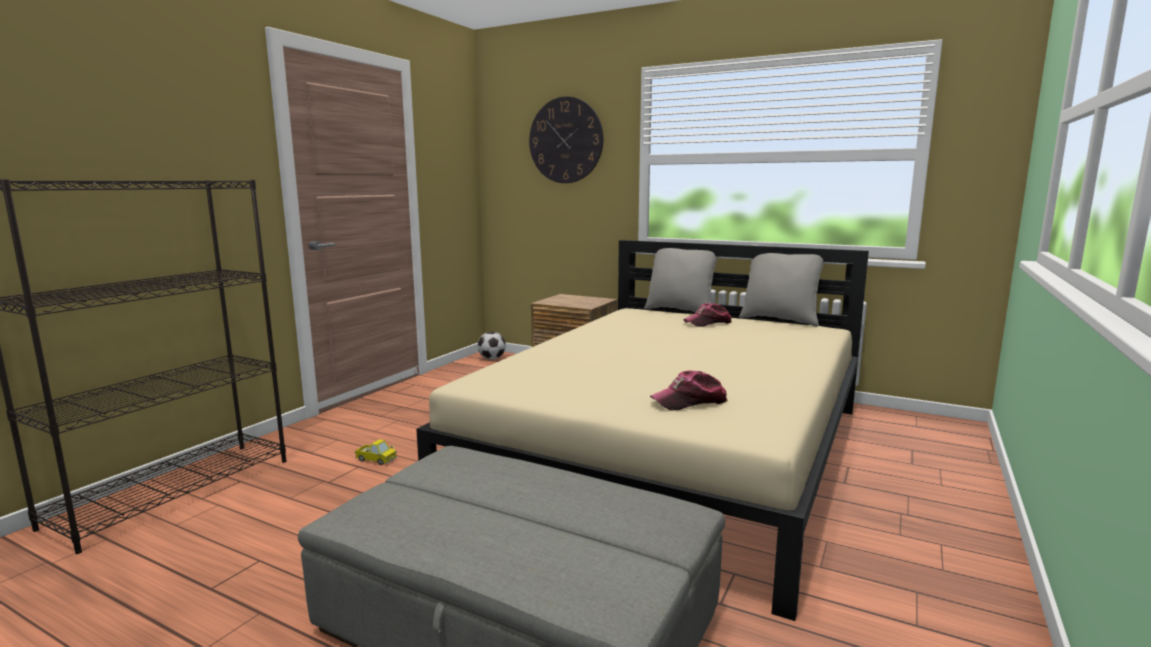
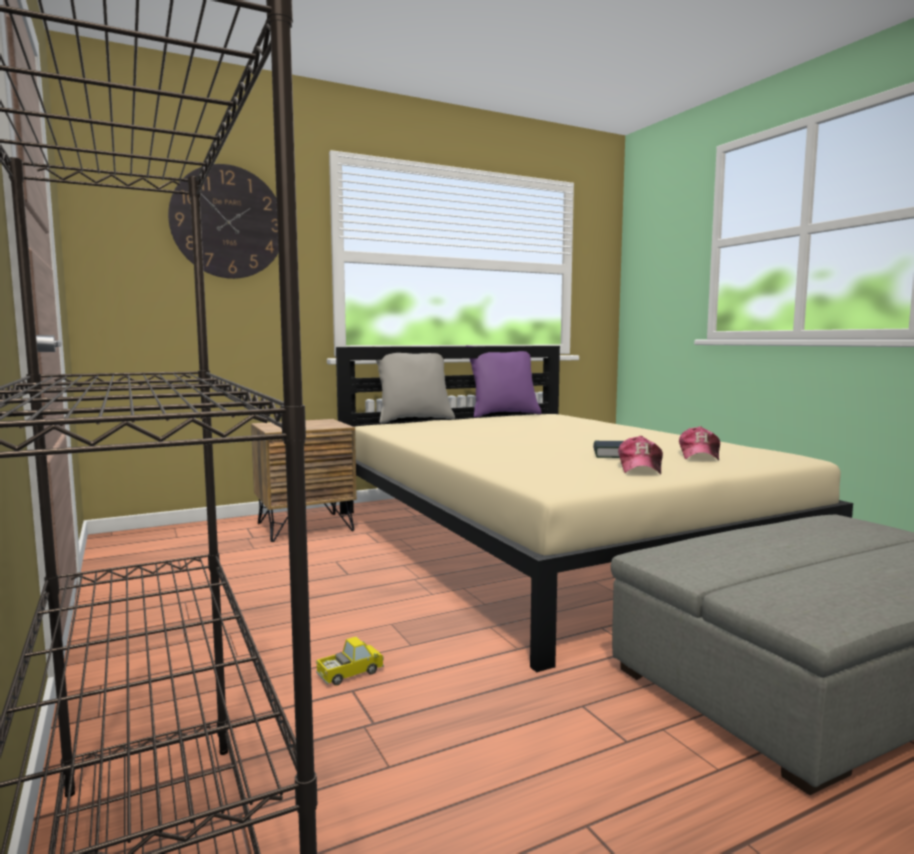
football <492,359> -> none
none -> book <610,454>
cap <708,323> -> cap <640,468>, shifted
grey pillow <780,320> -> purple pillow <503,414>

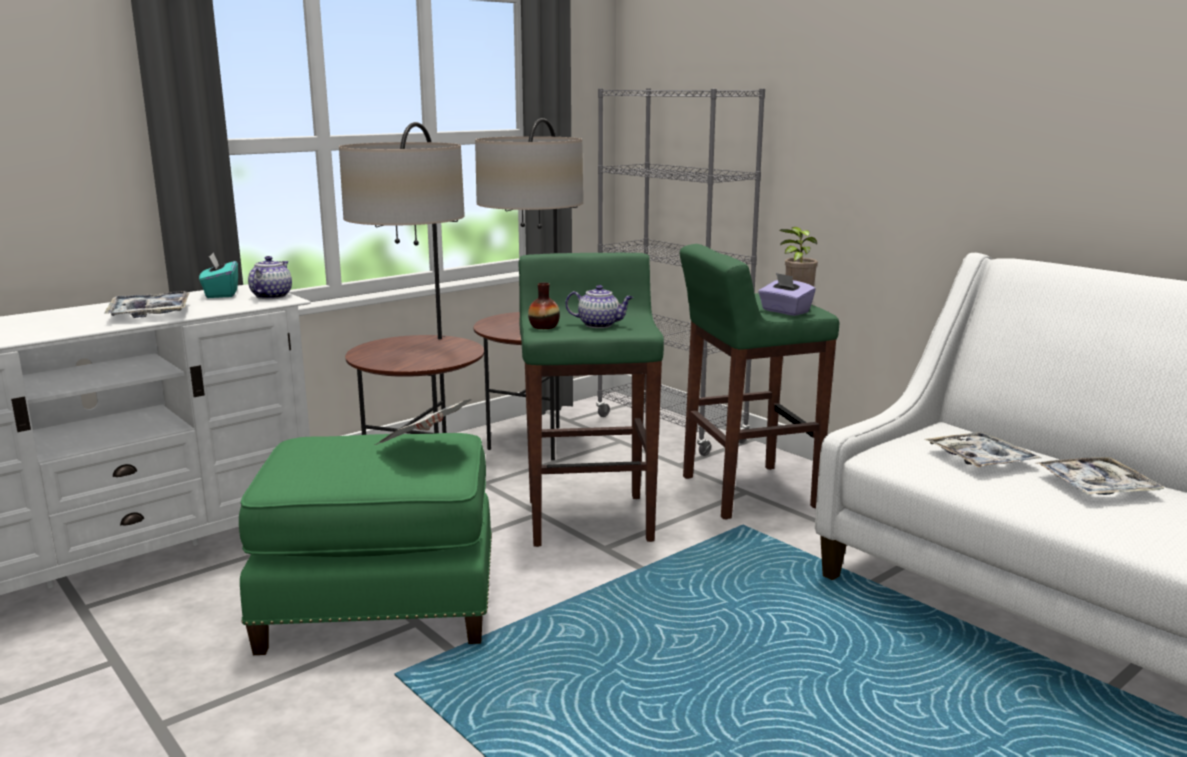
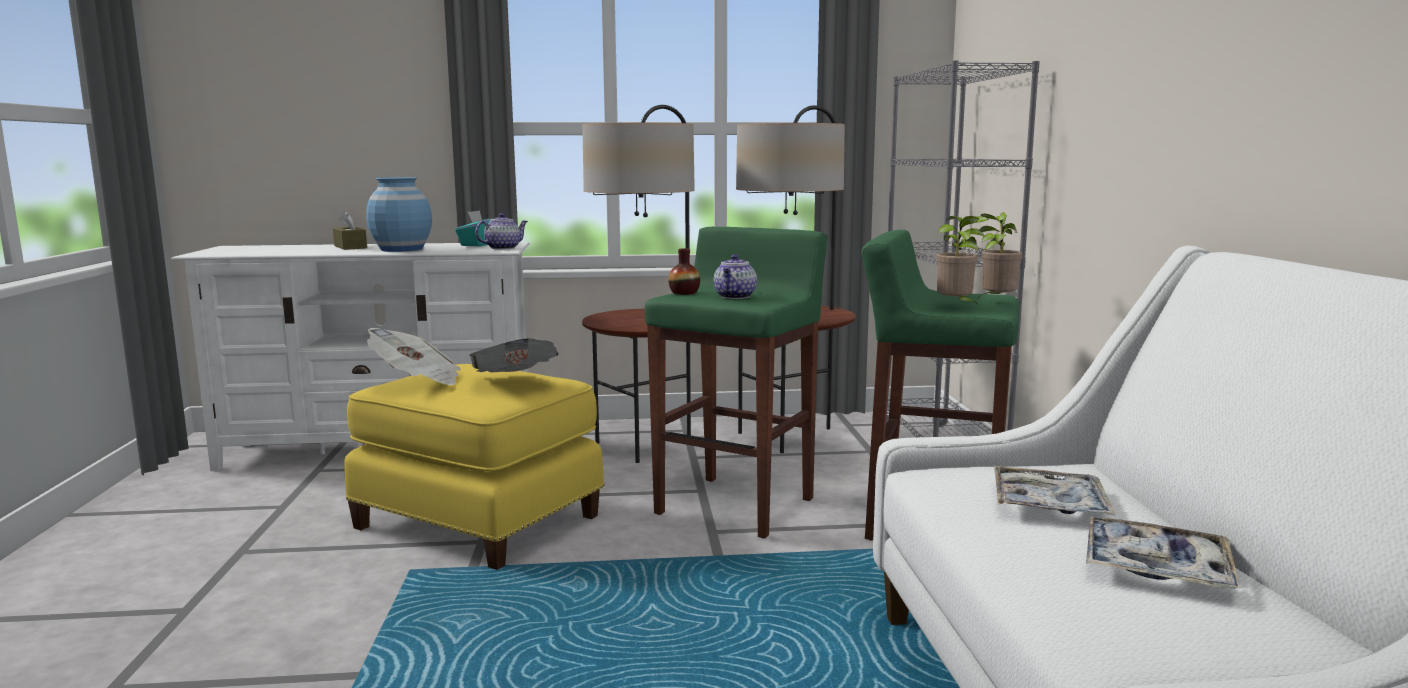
none -> brown tissue box <350,247>
none -> newspaper <417,380>
tray <150,313> -> blue vase <401,249>
purple tissue box <785,311> -> potted plant <956,307>
green ottoman <380,603> -> yellow ottoman <480,520>
teapot <600,325> -> teapot <735,297>, 60 degrees clockwise

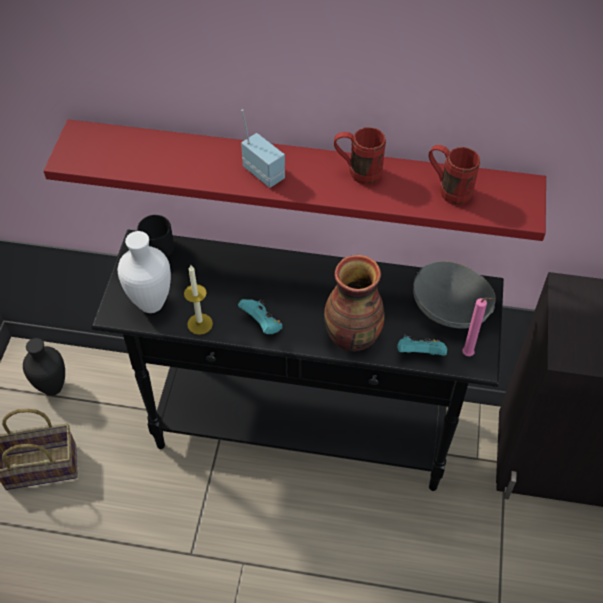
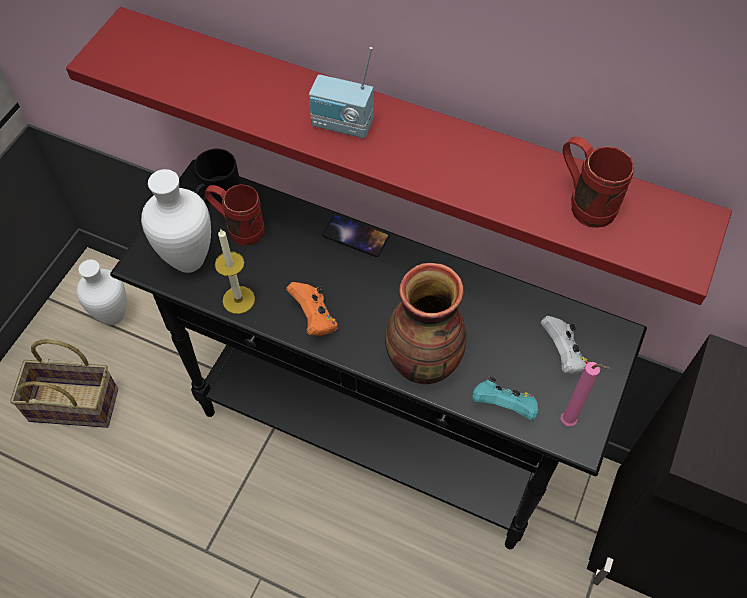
none -> phone <356,236>
red mug <357,173> -> red mug <238,228>, shifted
grey bowl <450,309> -> white game controller <562,355>
black vase <53,389> -> white vase <113,318>
turquoise game controller <262,324> -> orange game controller <314,318>
radio <265,172> -> radio <342,126>, 135 degrees clockwise

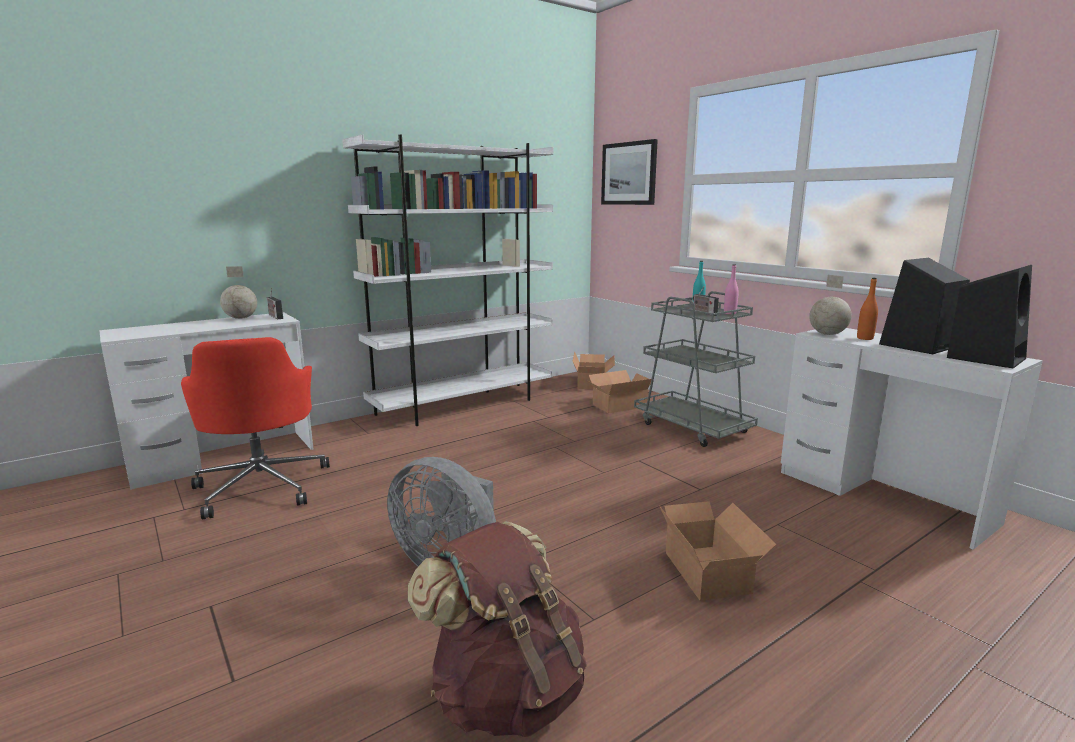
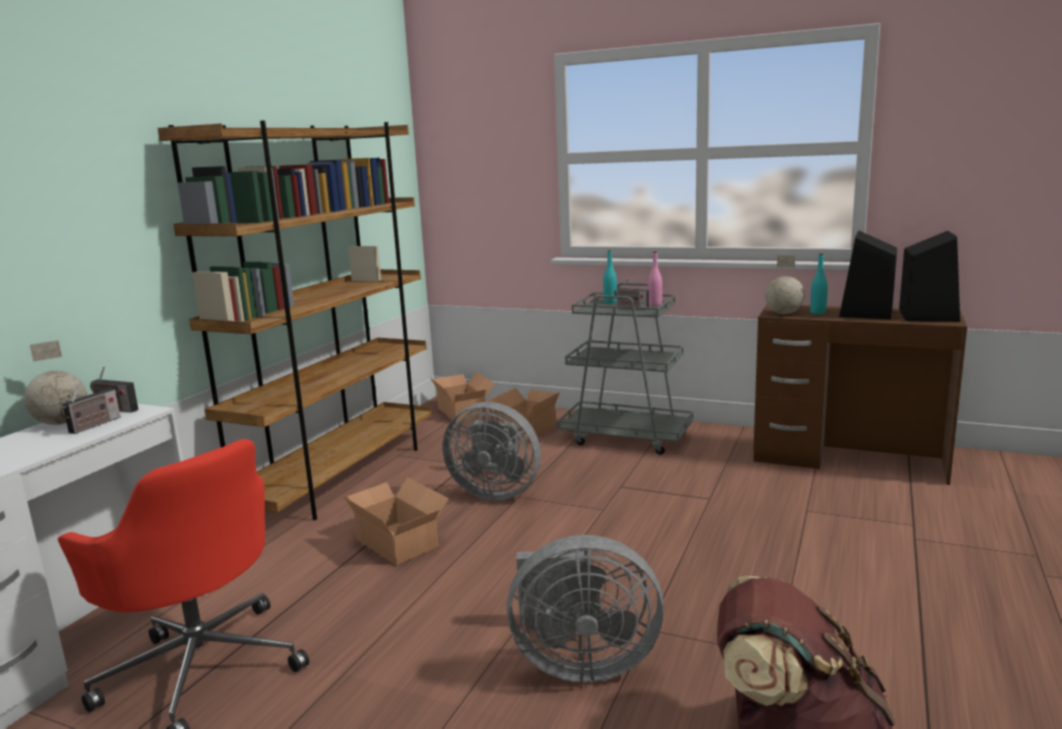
picture <629,173> -> none
none -> radio <93,426>
none -> grey fan <495,492>
cardboard box <709,570> -> cardboard box <399,541>, shifted
white bookcase <464,405> -> brown bookcase <342,476>
white desk <882,496> -> brown desk <848,460>
orange bottle <865,338> -> turquoise bottle <818,312>

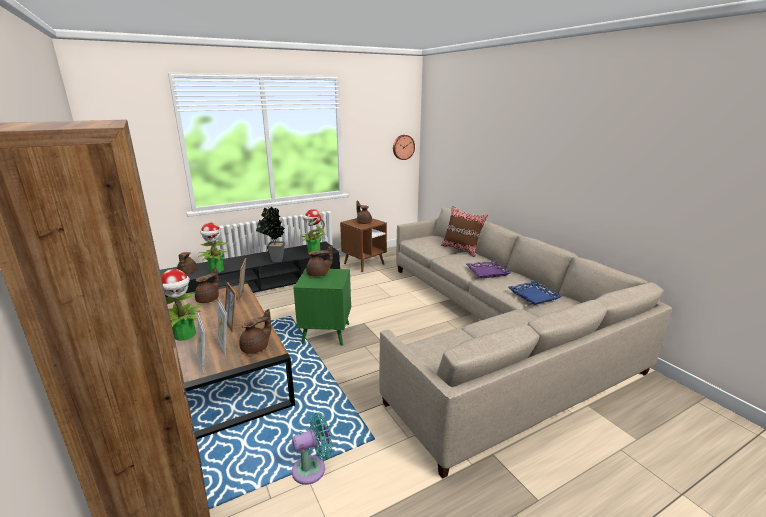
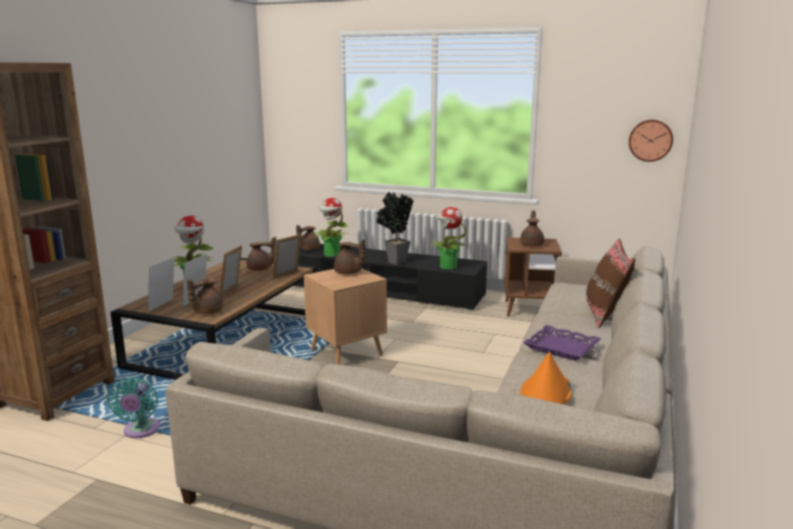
blue tray <534,296> -> orange hat <545,394>
green side table <326,333> -> brown side table <346,353>
brown teapot <256,348> -> brown teapot <206,312>, 120 degrees clockwise
turquoise fan <312,468> -> turquoise fan <141,431>, 60 degrees clockwise

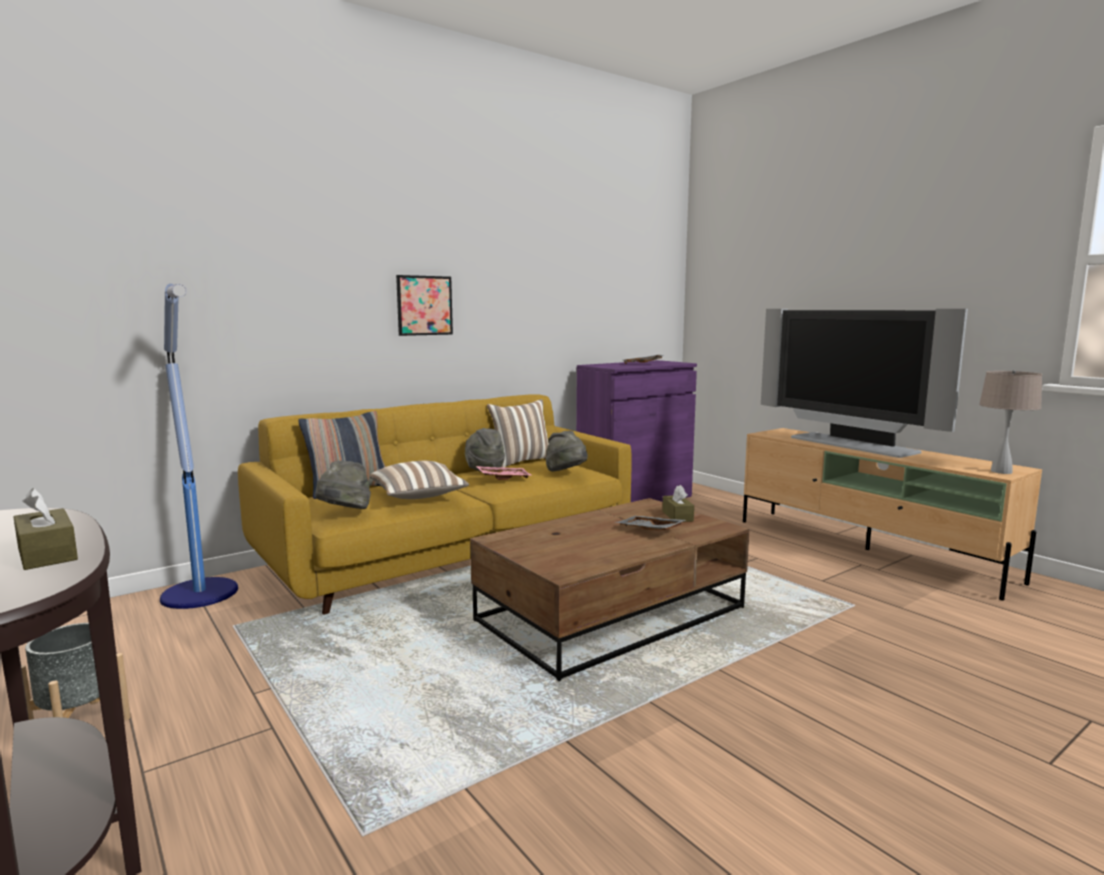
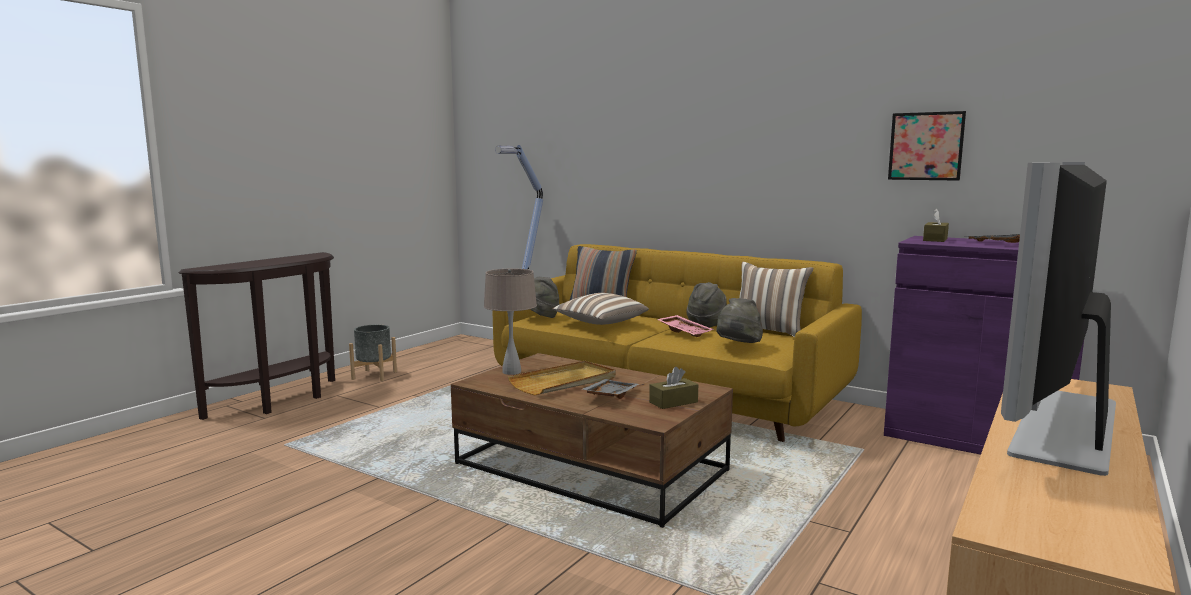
none -> beige tray <564,382>
brown tissue box <47,554> -> brown tissue box <935,239>, shifted
picture <424,305> -> picture <926,146>, shifted
beige table lamp <1001,471> -> beige table lamp <511,372>, shifted

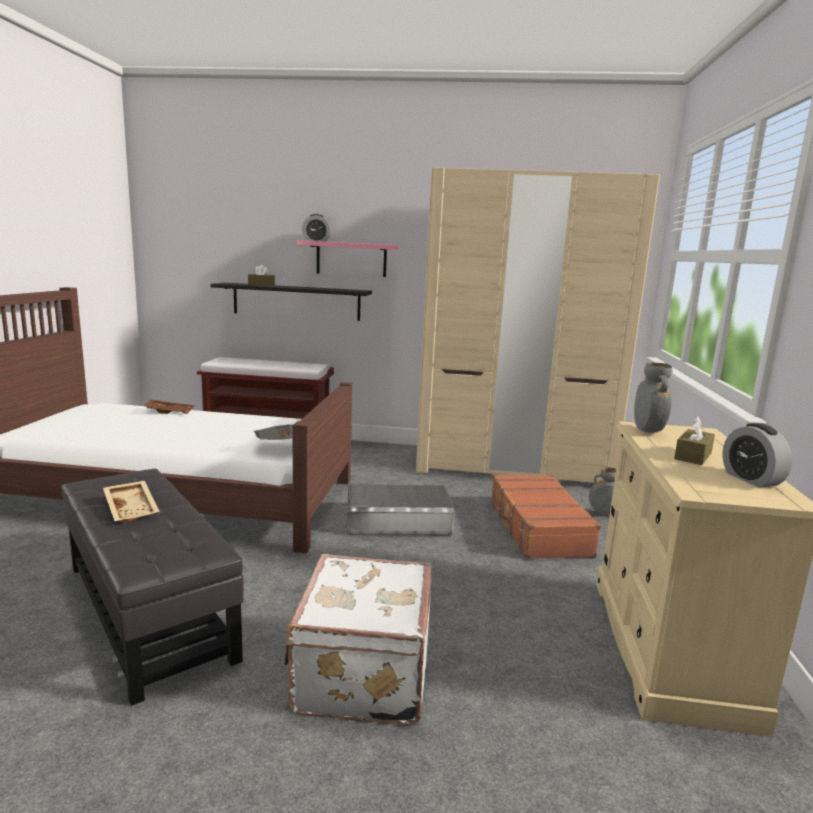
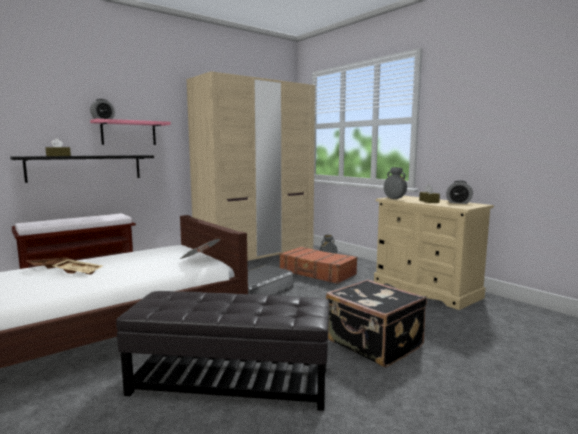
beige tray <133,509> -> beige tray <79,271>, shifted
white suitcase <360,674> -> black suitcase <373,344>

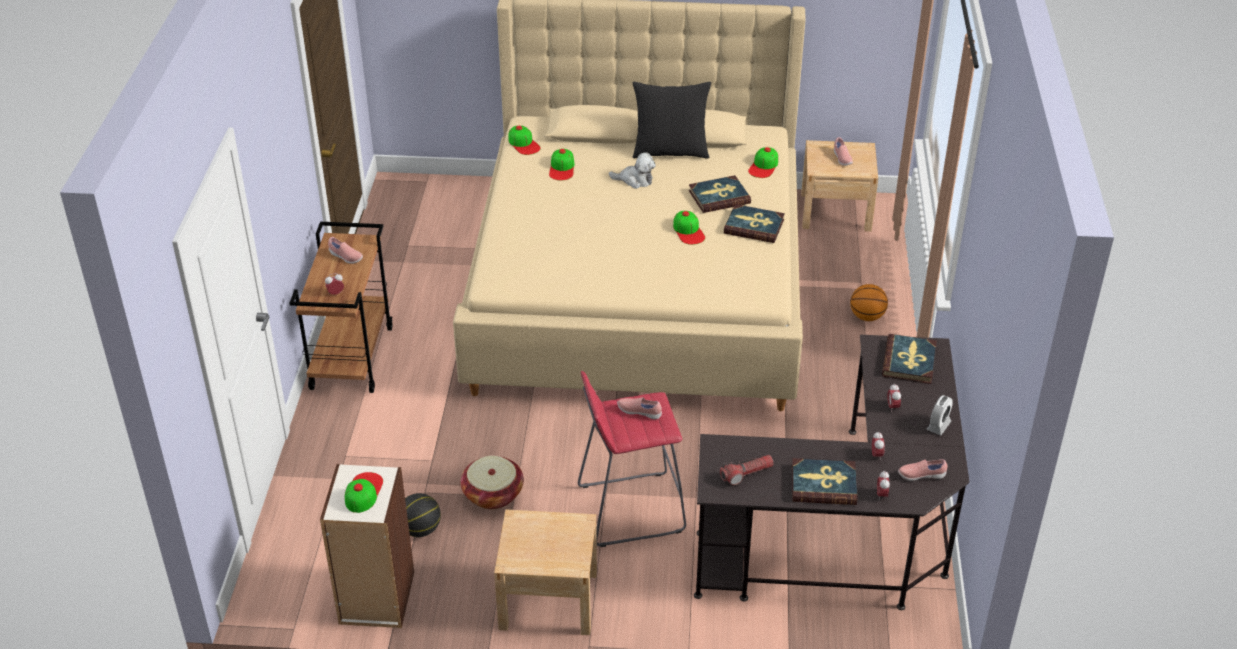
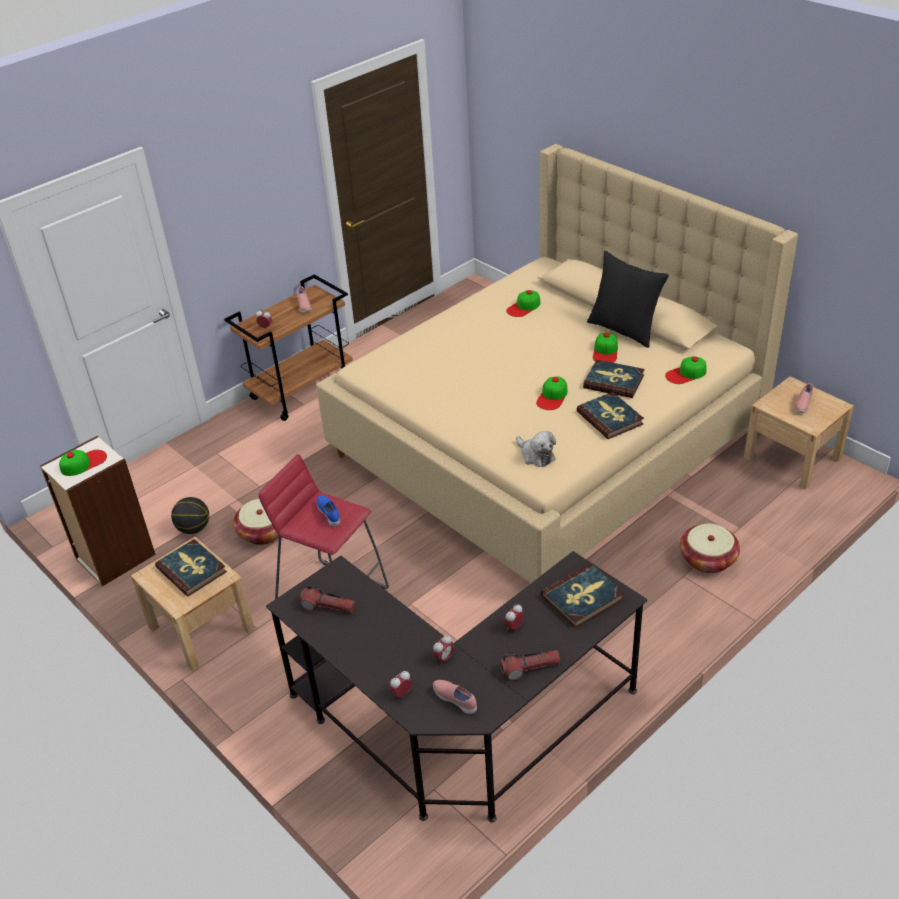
cap <524,144> -> cap <605,352>, shifted
plush toy <635,180> -> plush toy <536,455>, shifted
book <823,484> -> book <192,570>, shifted
basketball <867,317> -> basket <707,559>
alarm clock <938,426> -> flashlight <530,668>
pink shoe <639,412> -> blue shoe <329,514>

